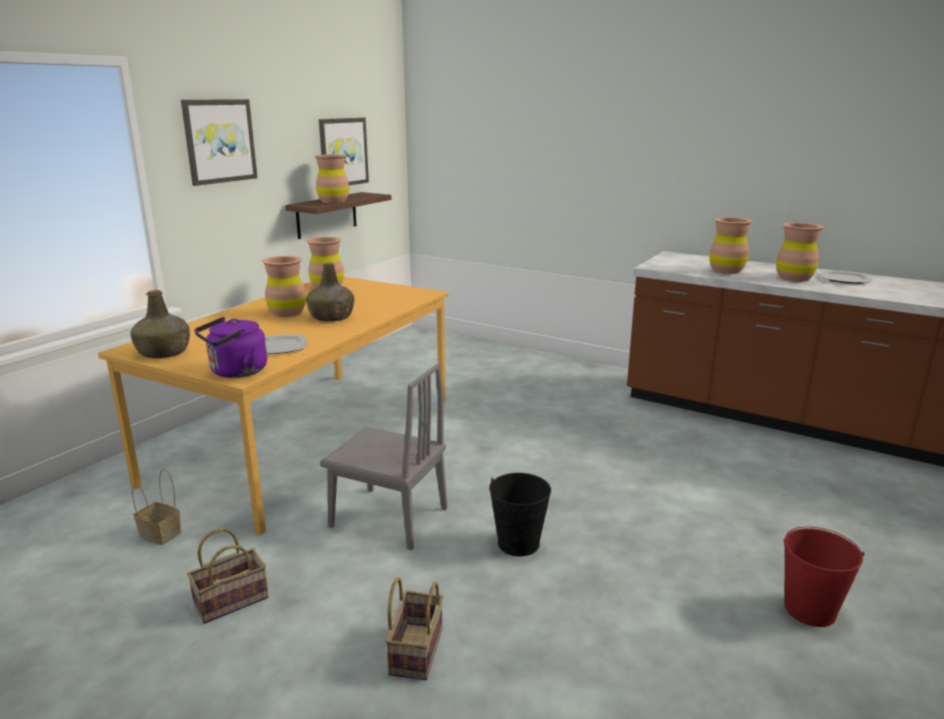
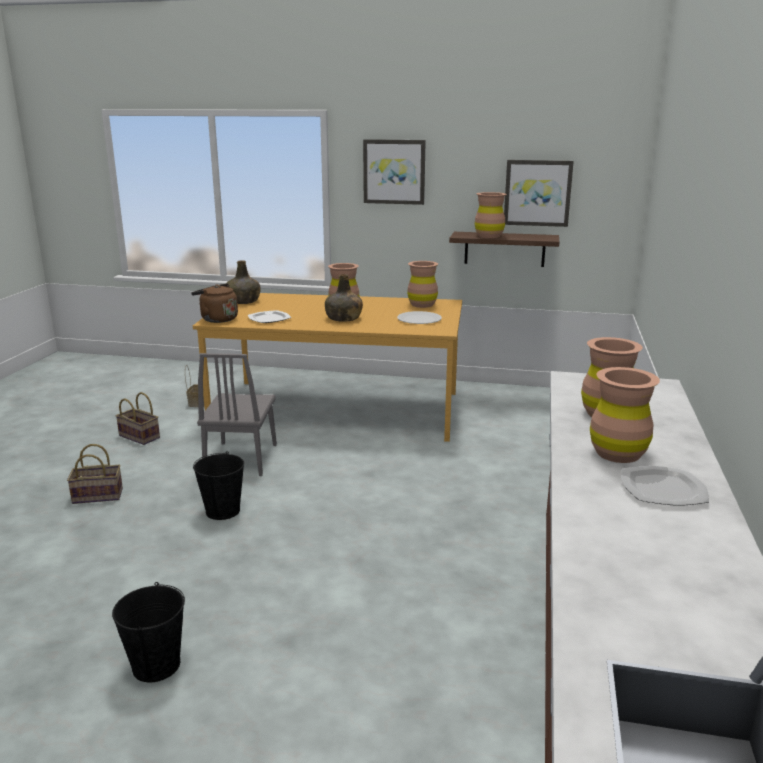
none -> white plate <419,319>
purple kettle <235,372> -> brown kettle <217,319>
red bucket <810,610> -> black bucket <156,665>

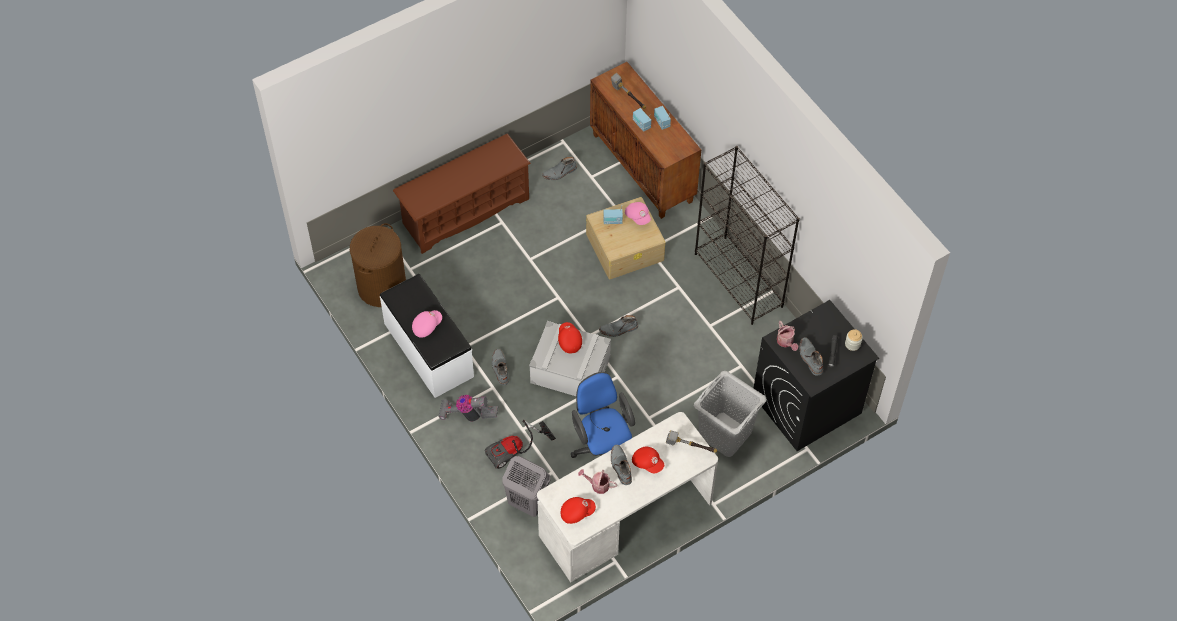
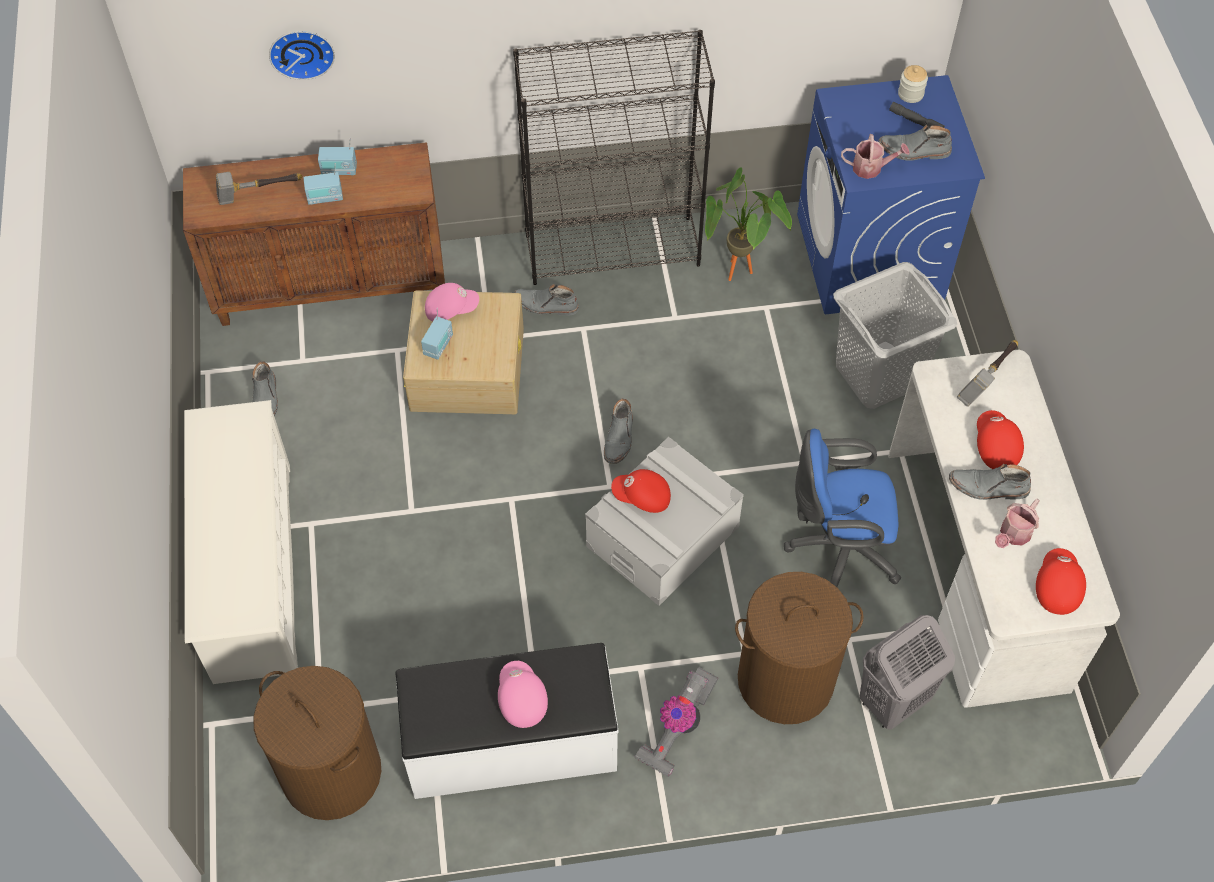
none -> wall clock <301,51>
none -> potted plant <738,277>
grey boot <500,369> -> grey boot <546,305>, shifted
vacuum cleaner <515,451> -> brown laundry basket <785,680>
brown shoe rack <465,211> -> white shoe rack <252,571>
black washing machine <806,404> -> blue washing machine <870,258>
red cap <647,463> -> red cap <995,446>, 75 degrees counterclockwise

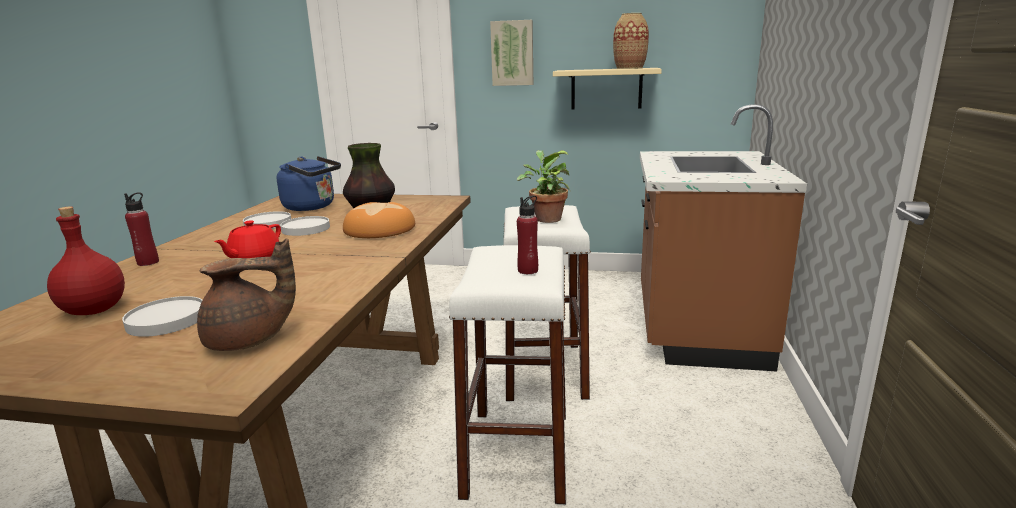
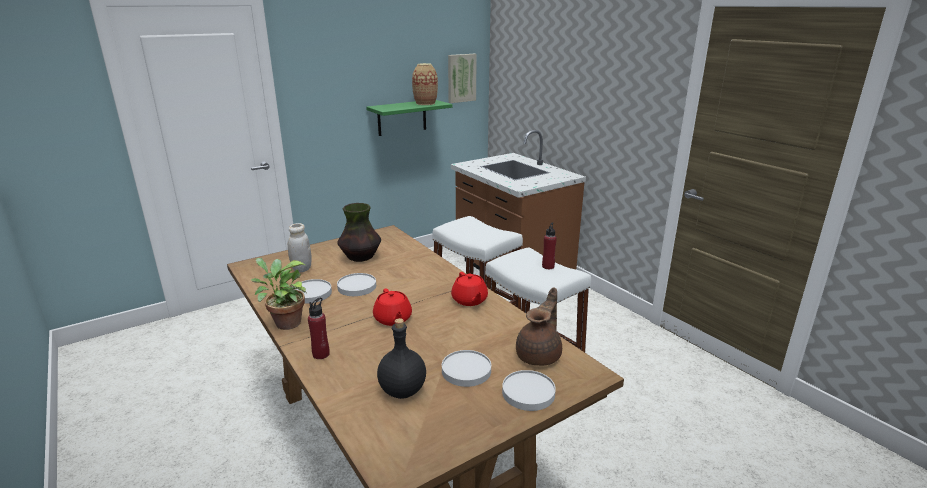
bread <380,229> -> none
none -> red teapot <469,300>
none -> white plate <528,393>
picture <512,53> -> picture <461,78>, shifted
potted plant <546,218> -> potted plant <285,323>, shifted
blue kettle <312,207> -> white jar <301,268>
red bottle <95,310> -> black bottle <403,390>
beige shelf <606,89> -> green shelf <402,117>

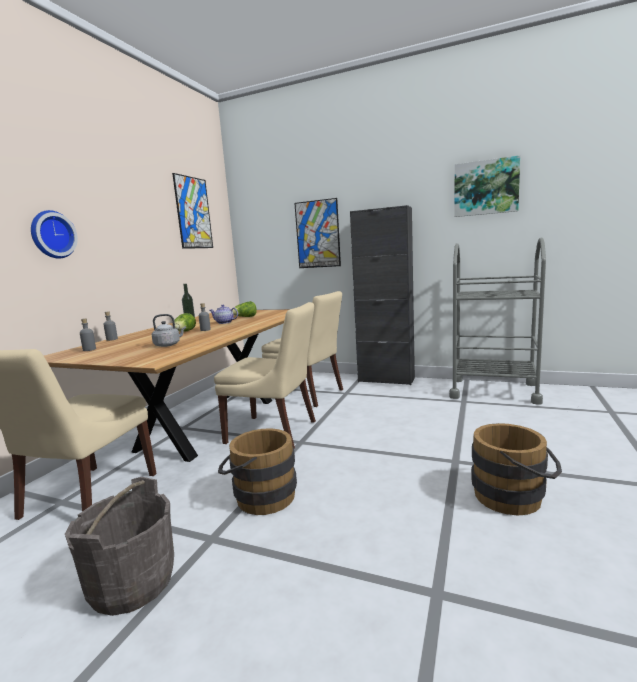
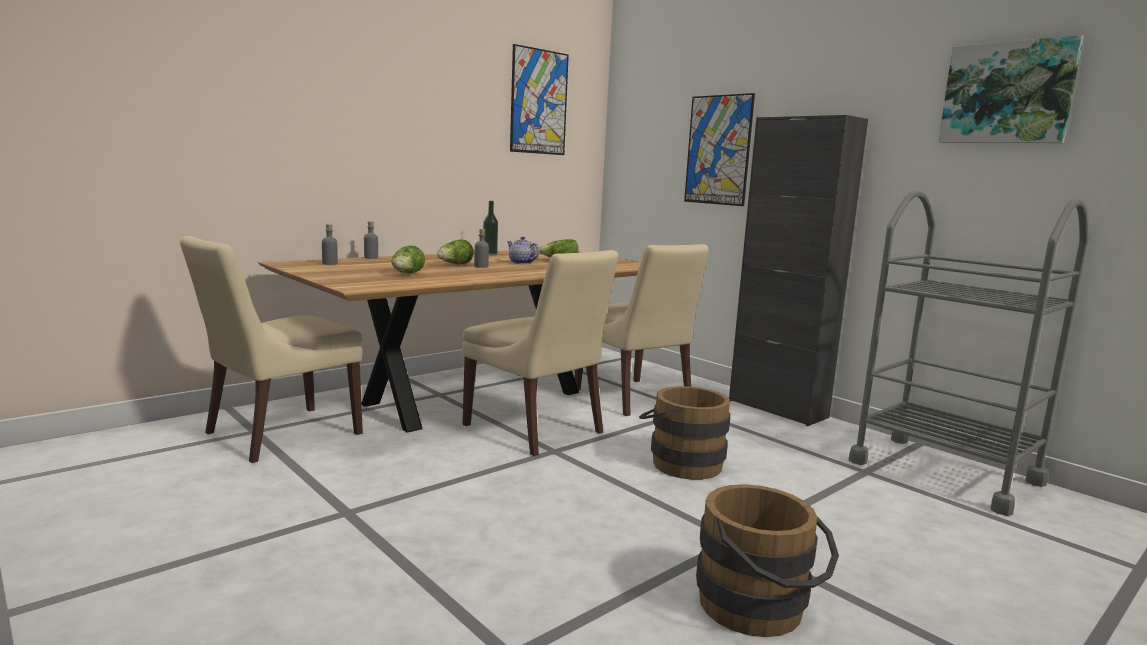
wall clock <51,235> -> none
grey bucket <132,583> -> none
brown bucket <260,497> -> brown bucket <680,463>, shifted
grey kettle <168,345> -> lettuce <407,274>

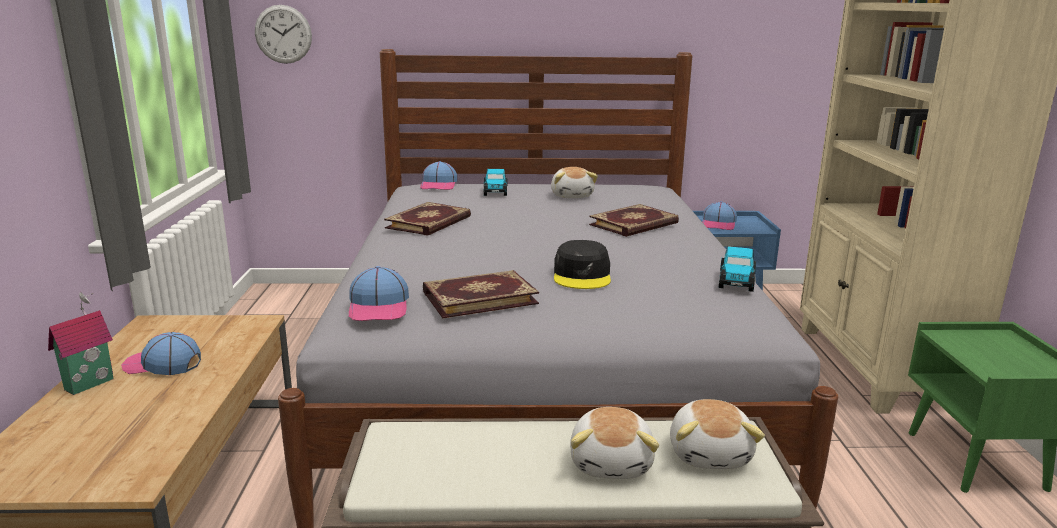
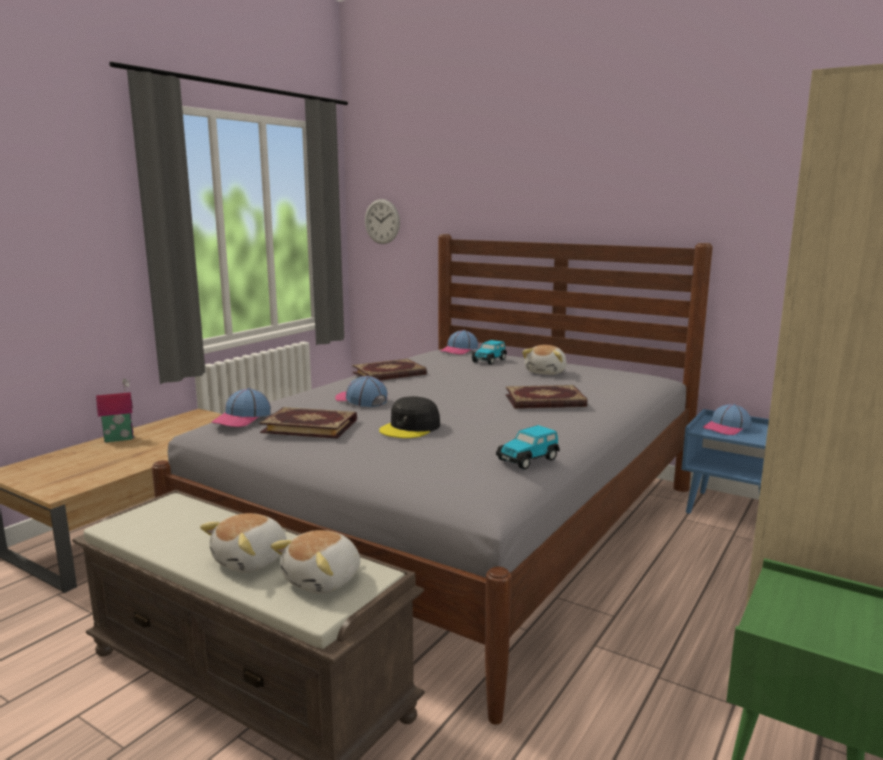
cap <162,364> -> cap <361,400>, shifted

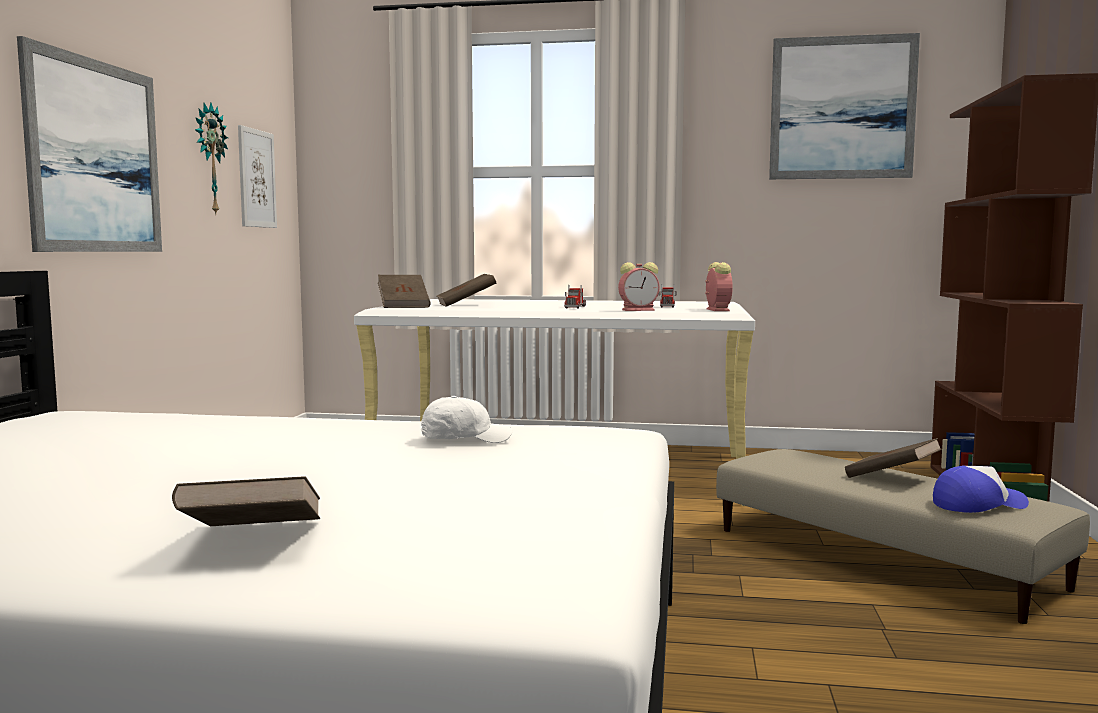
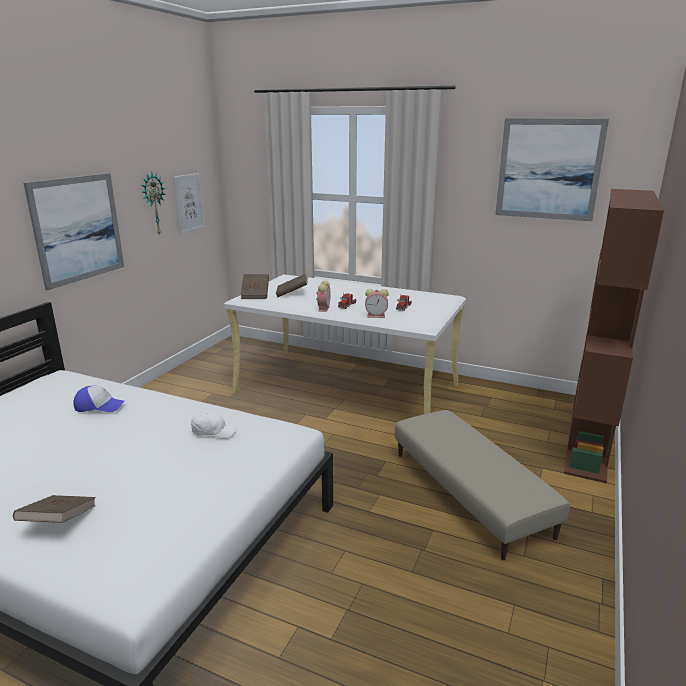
brown book <891,478> -> none
alarm clock <717,310> -> alarm clock <323,308>, shifted
cap <978,504> -> cap <99,406>, shifted

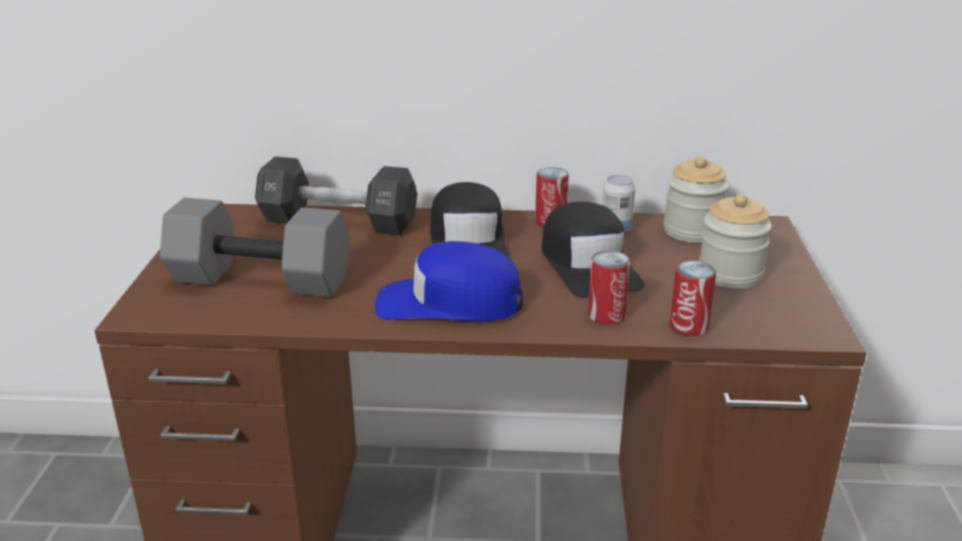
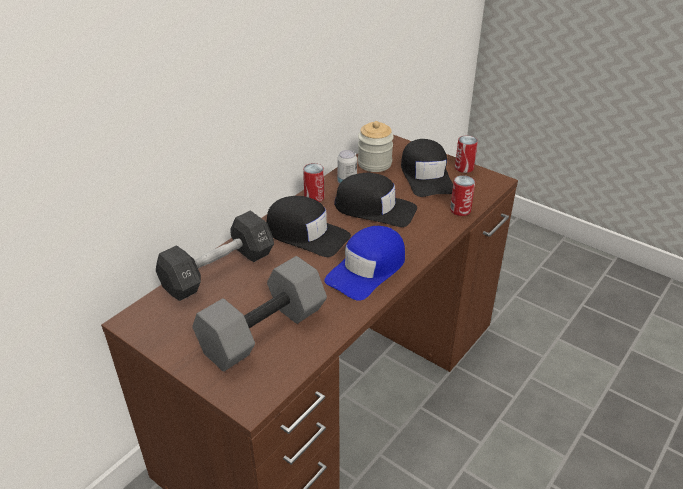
can <606,315> -> can <464,168>, shifted
jar <730,274> -> black cap <426,176>

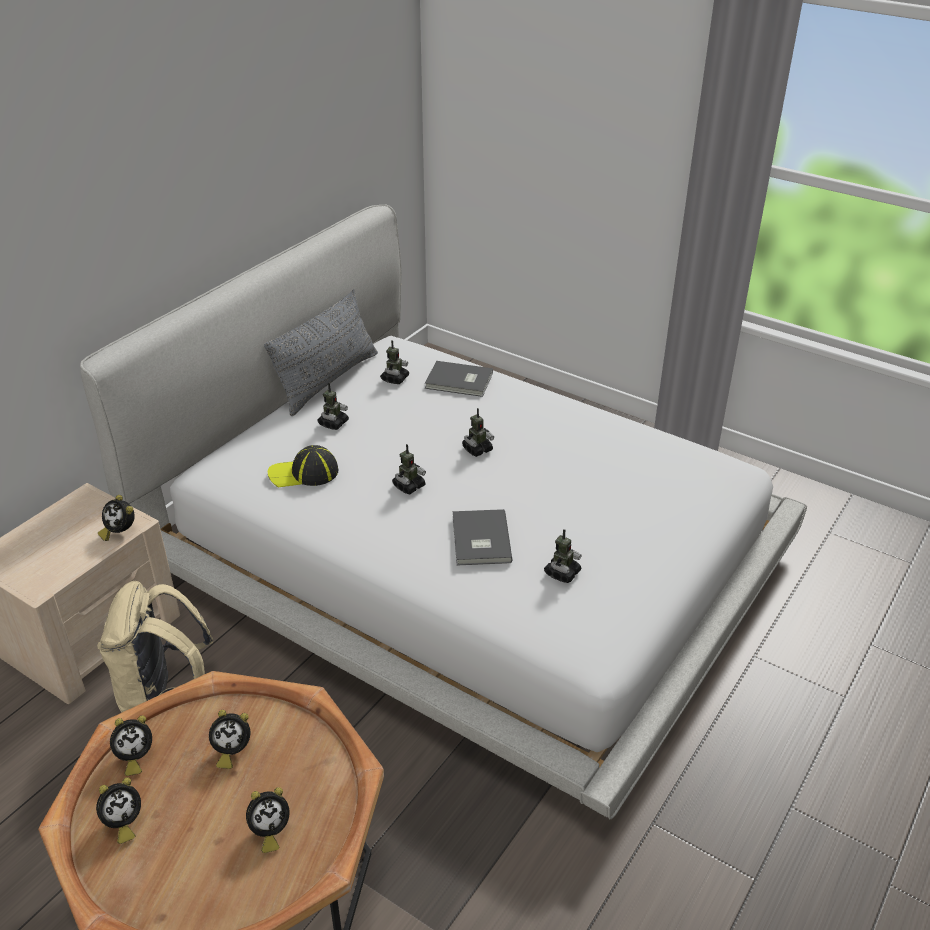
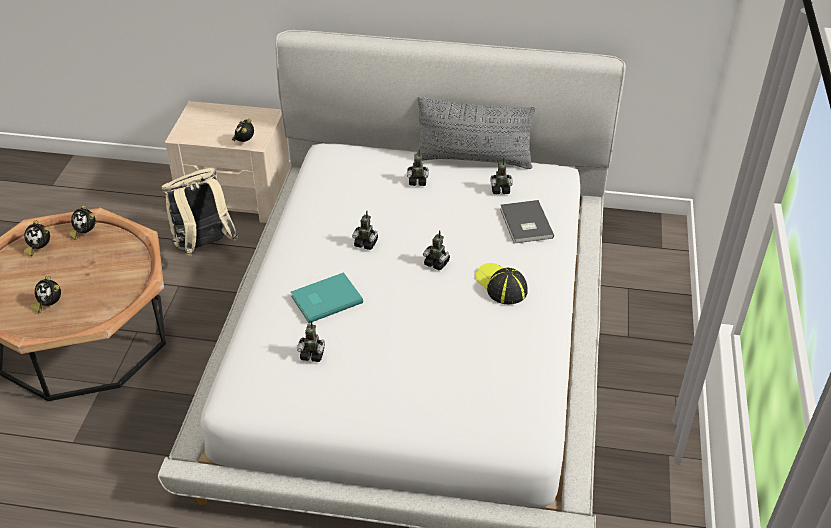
alarm clock <231,751> -> none
cap <304,473> -> cap <501,285>, shifted
grey book <479,540> -> turquoise book <325,299>

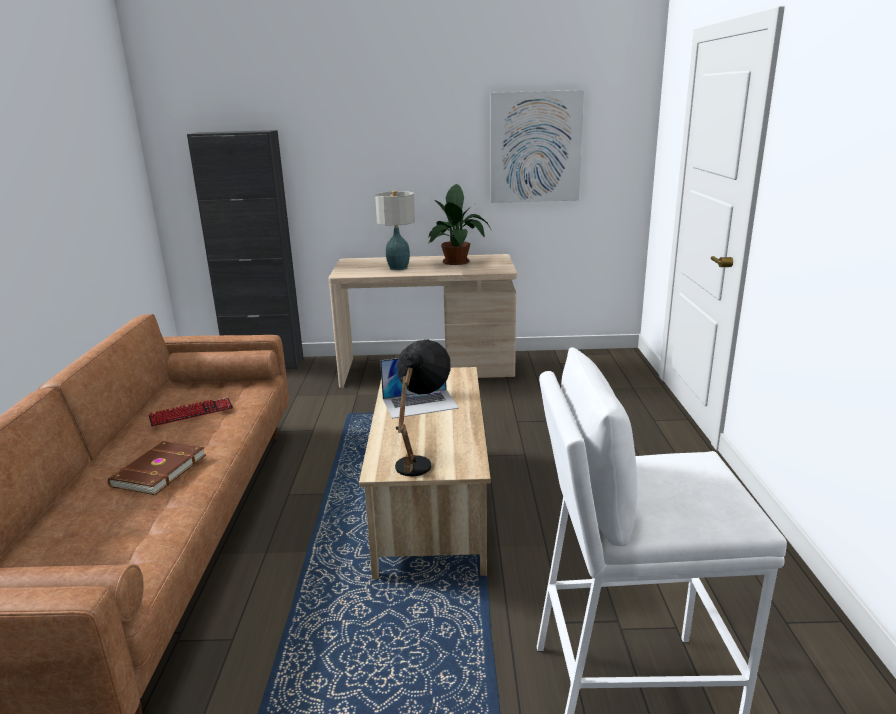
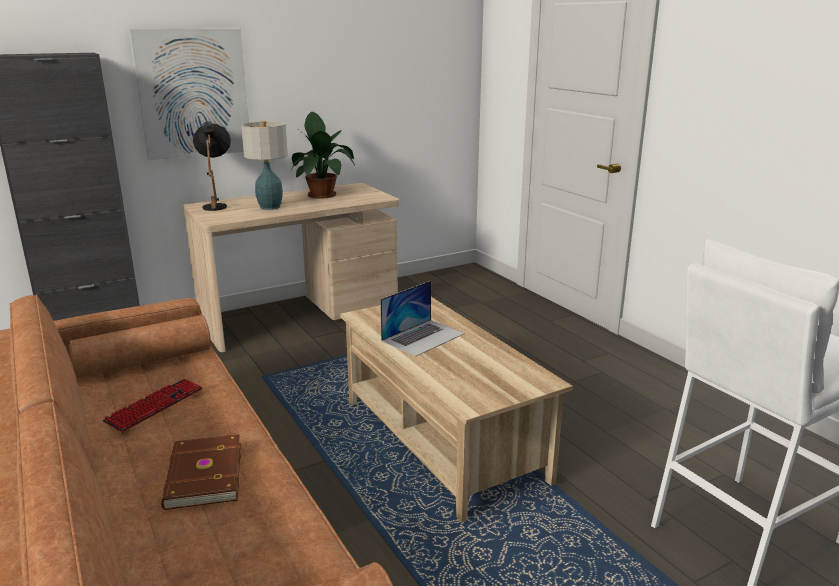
black table lamp <420,460> -> black table lamp <217,205>, shifted
picture <535,147> -> picture <193,94>, shifted

